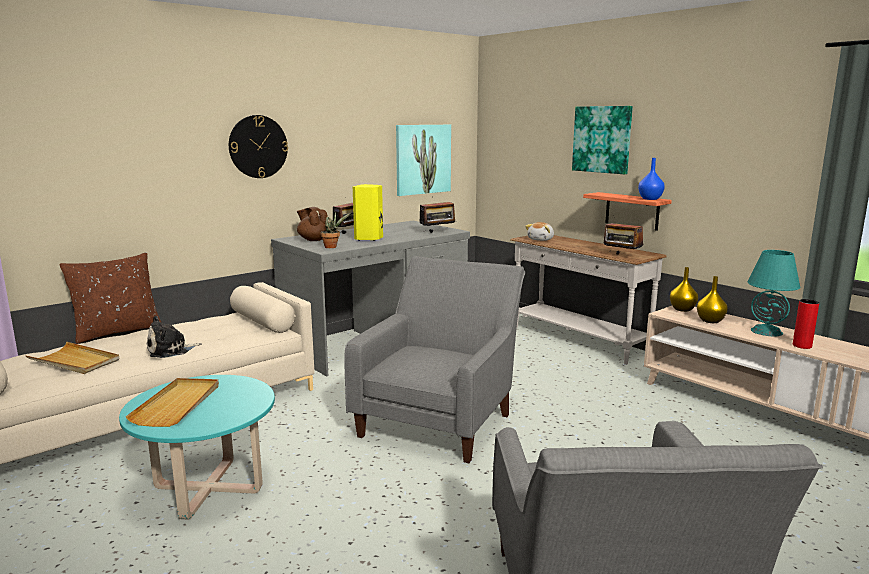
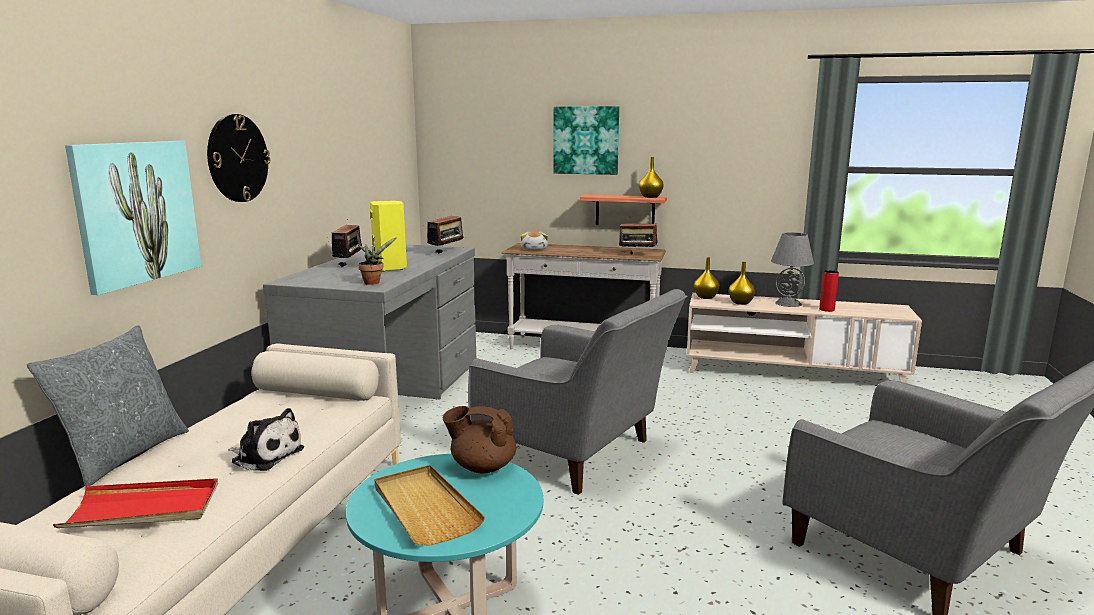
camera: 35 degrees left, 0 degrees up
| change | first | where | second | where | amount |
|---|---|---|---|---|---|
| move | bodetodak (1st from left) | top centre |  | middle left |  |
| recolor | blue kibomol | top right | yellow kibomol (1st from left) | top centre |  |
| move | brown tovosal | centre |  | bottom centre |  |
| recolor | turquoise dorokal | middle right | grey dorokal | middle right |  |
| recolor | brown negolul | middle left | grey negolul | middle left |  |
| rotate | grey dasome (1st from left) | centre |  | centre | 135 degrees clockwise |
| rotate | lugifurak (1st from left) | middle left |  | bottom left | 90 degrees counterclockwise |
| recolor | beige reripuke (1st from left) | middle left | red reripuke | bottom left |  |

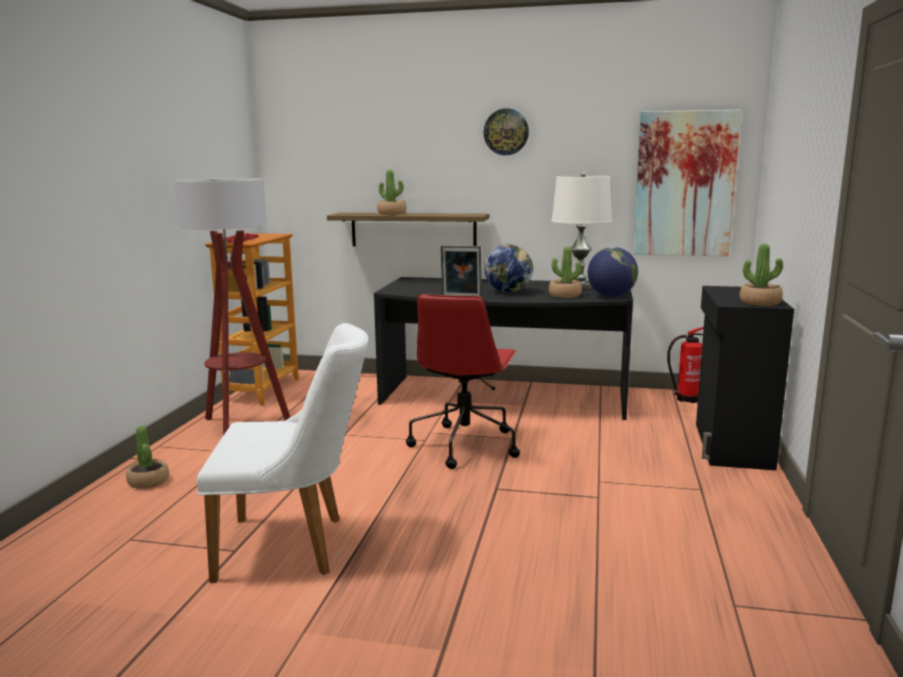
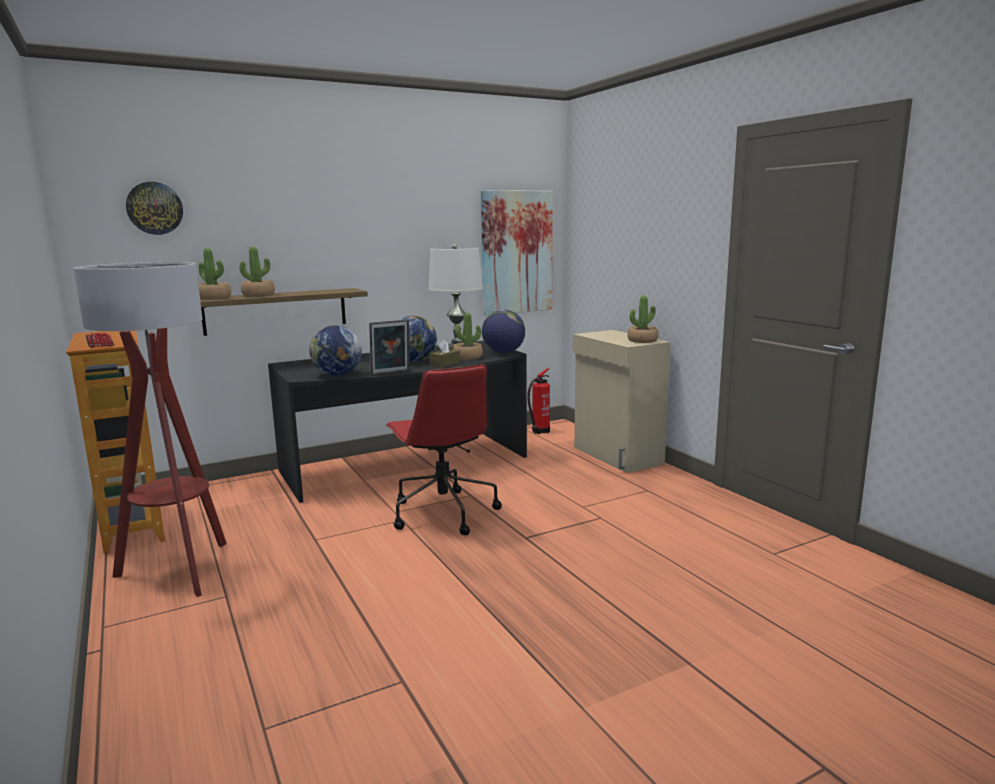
camera: 40 degrees left, 0 degrees up
| change | first | where | second | where | amount |
|---|---|---|---|---|---|
| move | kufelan | top centre |  | top left |  |
| recolor | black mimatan | middle right | beige mimatan | centre |  |
| delete | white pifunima | bottom left |  |  |  |
| move | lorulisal (1st from left) | bottom left |  | middle left |  |
| insert |  |  | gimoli (1st from left) | centre |  |
| insert |  |  | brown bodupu | centre |  |

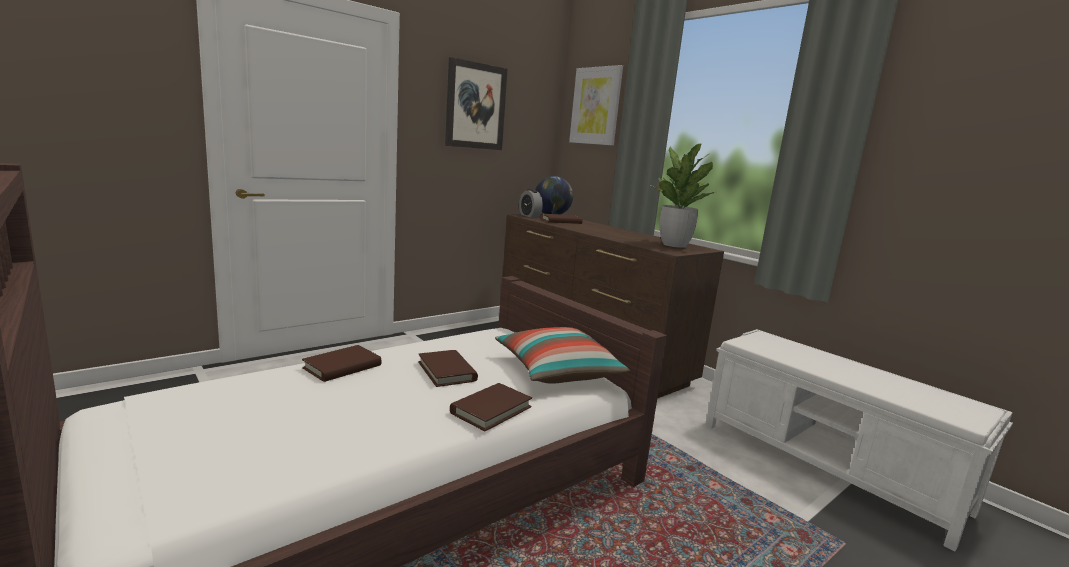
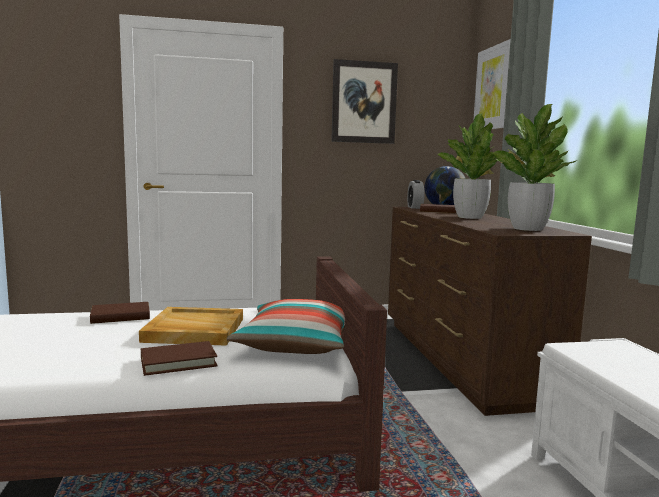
camera: 30 degrees right, 5 degrees down
| change | first | where | second | where | amount |
|---|---|---|---|---|---|
| replace | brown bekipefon (2nd from left) | centre | beige reripuke | middle left |  |
| insert |  |  | lorulisal (1st from left) | middle right |  |

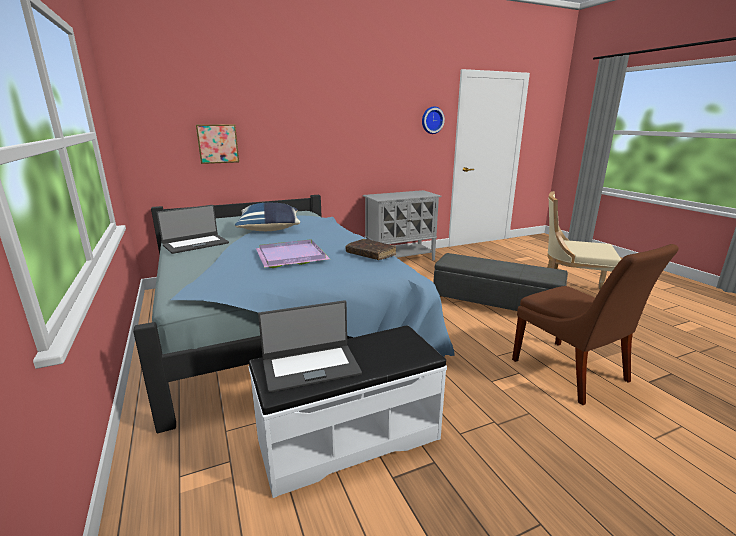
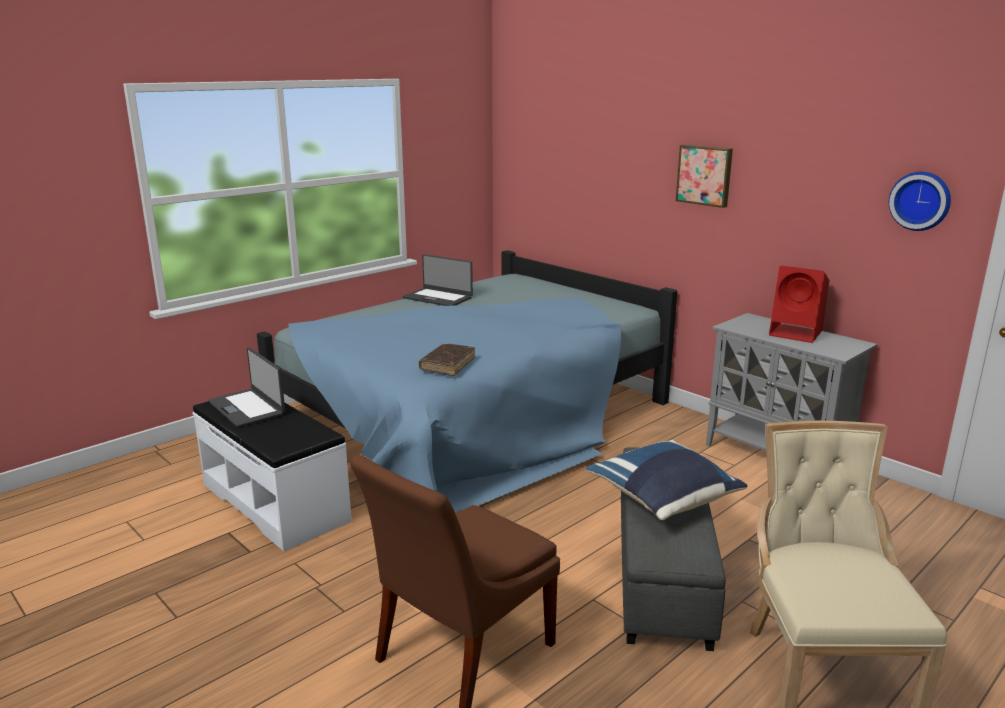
camera: 70 degrees right, 0 degrees up
| change | first | where | second | where | amount |
|---|---|---|---|---|---|
| move | bodetodak | top left |  | top right |  |
| move | blue negolul | centre |  | bottom centre |  |
| delete | purple reripuke | centre |  |  |  |
| insert |  |  | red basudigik | middle right |  |

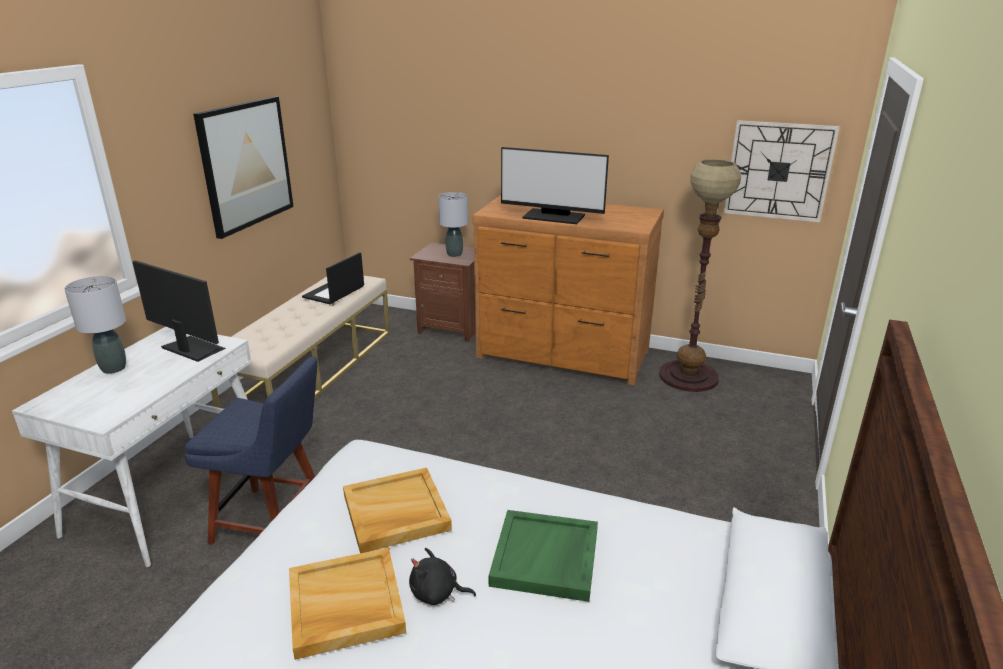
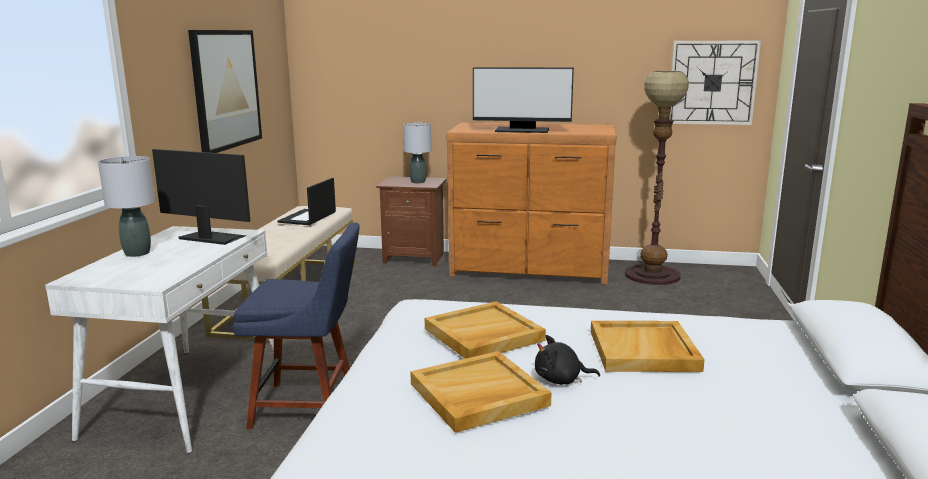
camera: 10 degrees left, 10 degrees down
| change | first | where | second | where | amount |
|---|---|---|---|---|---|
| recolor | green reripuke | bottom centre | beige reripuke (3rd from left) | bottom right |  |

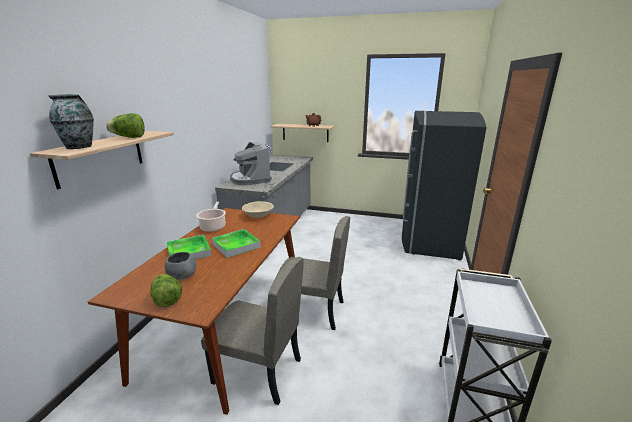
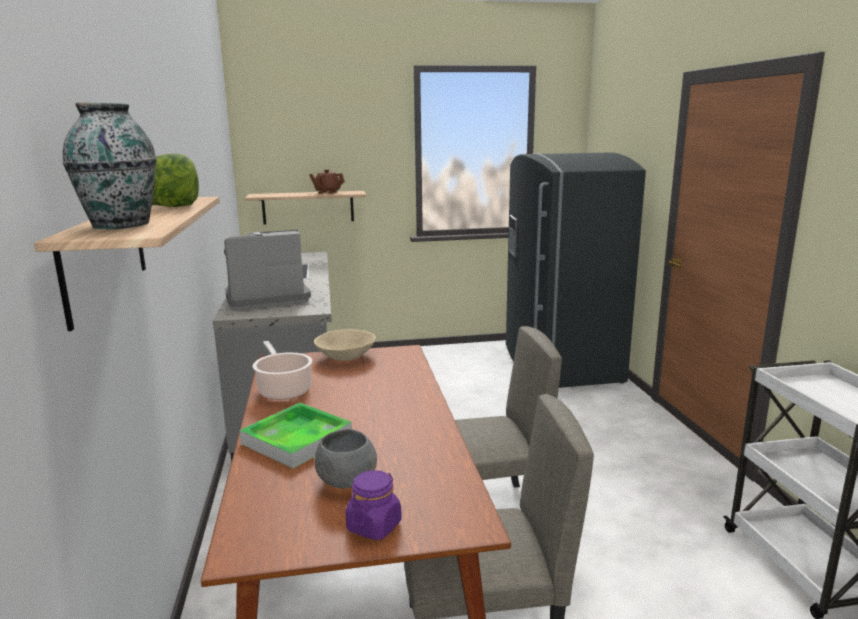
camera: 25 degrees left, 5 degrees down
| change | first | where | second | where | amount |
|---|---|---|---|---|---|
| rotate | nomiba | centre |  | middle left | 120 degrees clockwise |
| delete | reripuke (2nd from left) | centre |  |  |  |
| replace | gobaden (2nd from left) | bottom left | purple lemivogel | bottom centre |  |

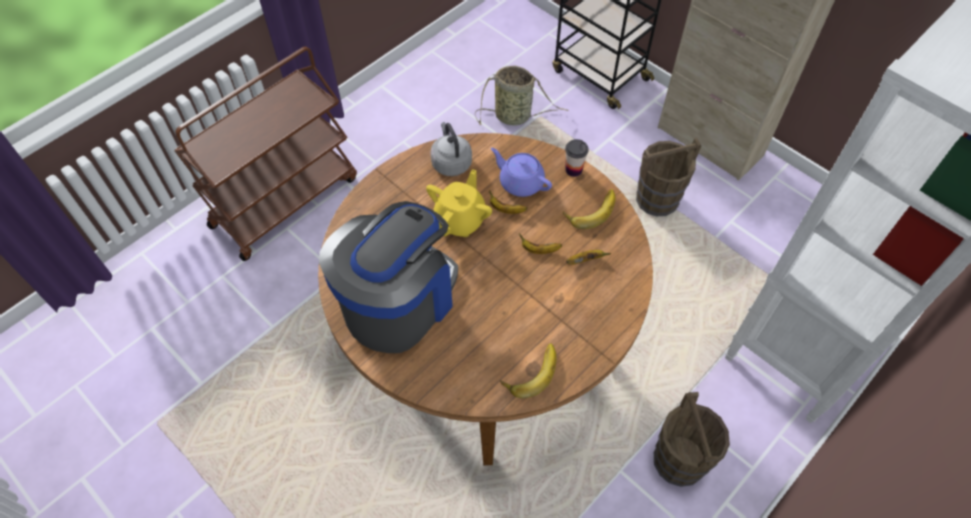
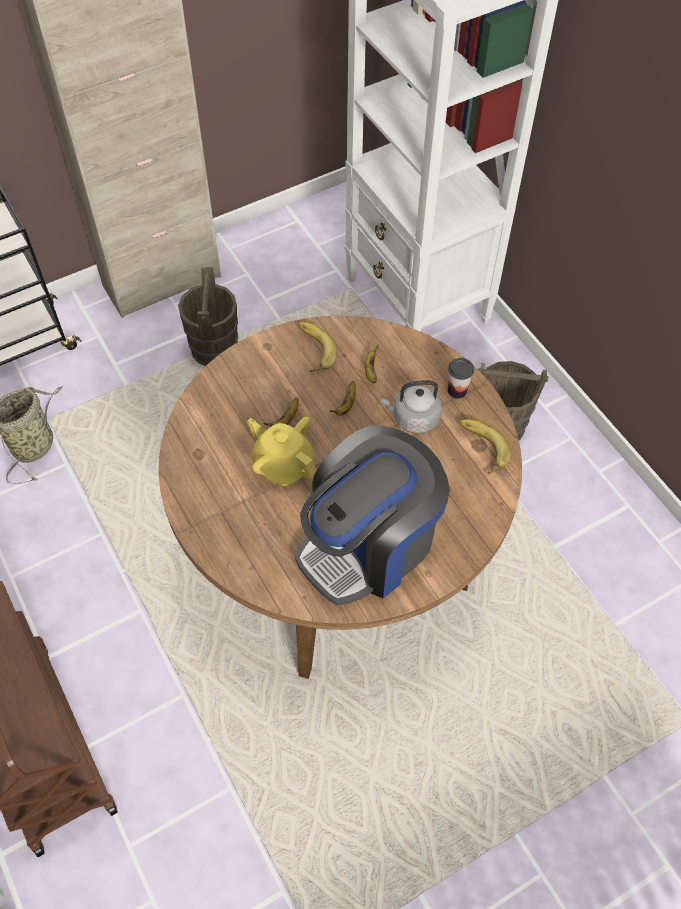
camera: 75 degrees left, 0 degrees up
| change | first | where | second | where | amount |
|---|---|---|---|---|---|
| move | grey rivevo | top centre |  | centre |  |
| move | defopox | top centre |  | middle right |  |
| delete | purple tovosal | top centre |  |  |  |
| rotate | nomiba | centre |  | centre | 90 degrees counterclockwise |

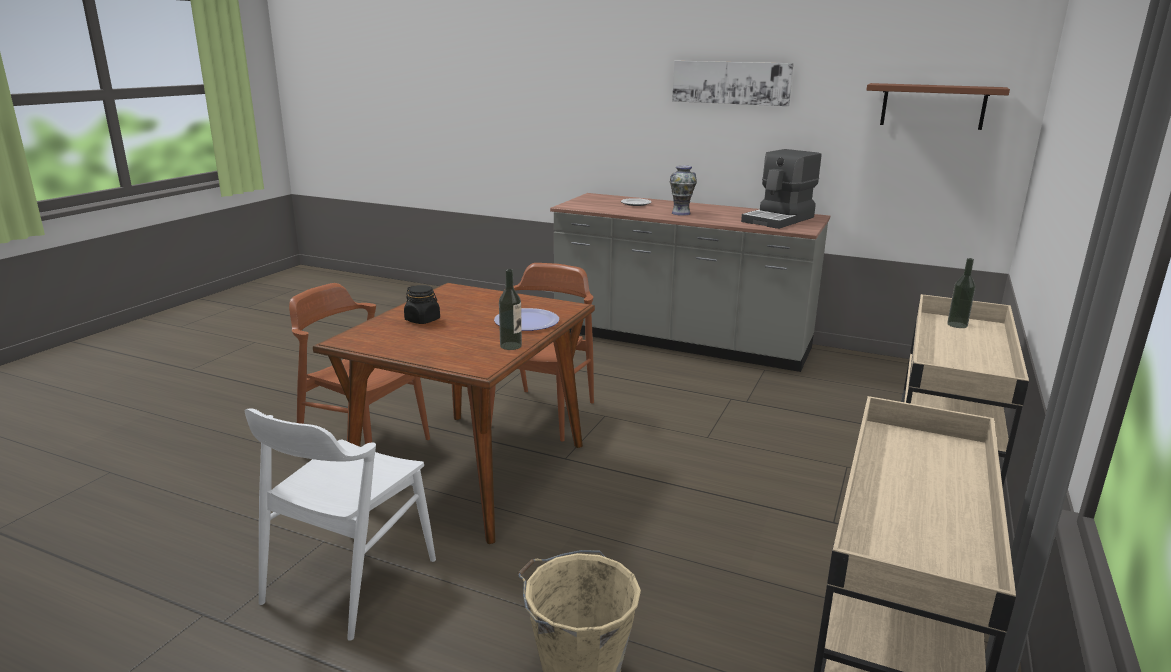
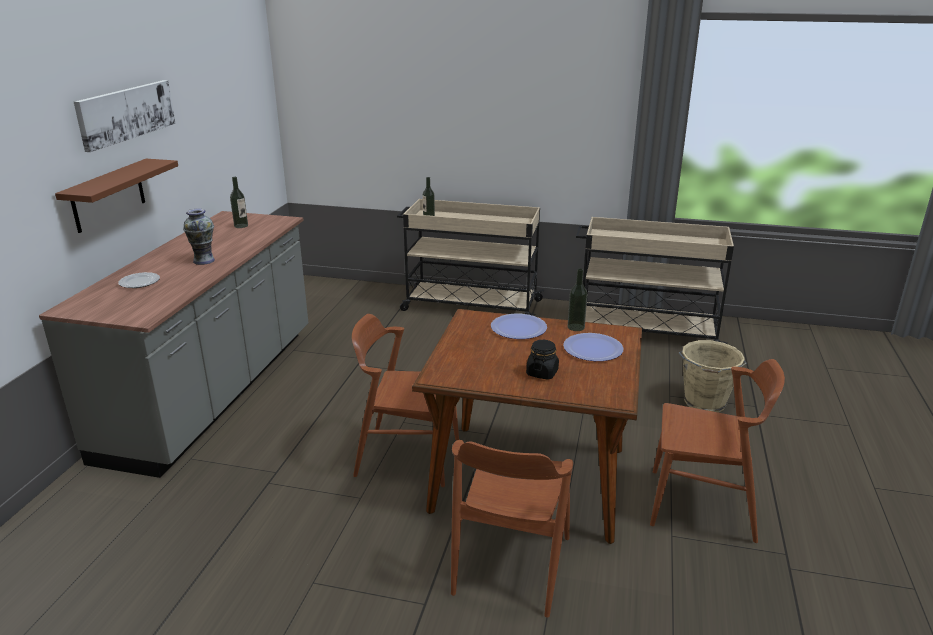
camera: 100 degrees left, 5 degrees up
| change | first | where | second | where | amount |
|---|---|---|---|---|---|
| move | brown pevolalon | top right |  | top left |  |
| replace | nomiba | top right | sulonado (1st from left) | top left |  |
| recolor | white pifunima | bottom left | brown pifunima (3rd from left) | bottom right |  |
| insert |  |  | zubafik (3rd from left) | centre |  |

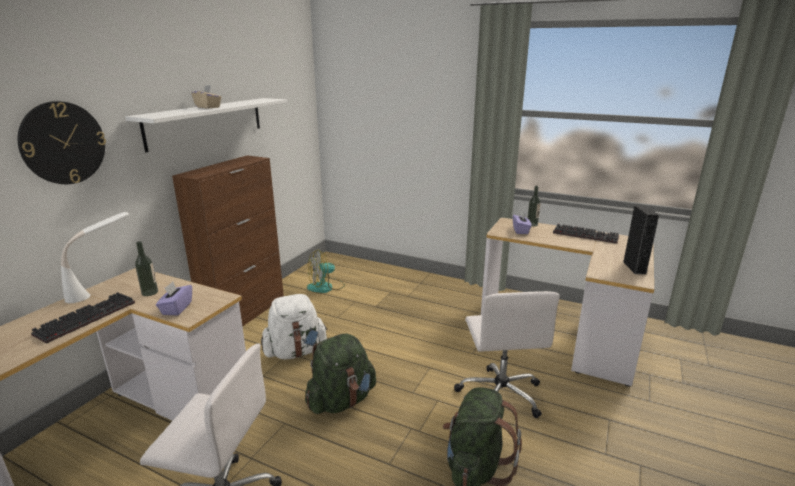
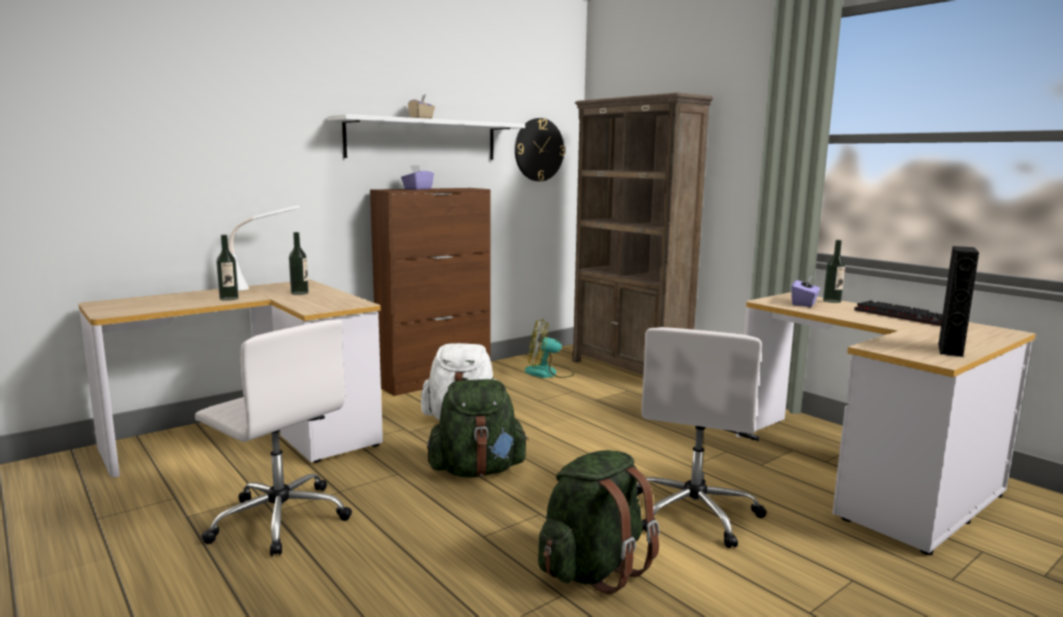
camera: 25 degrees right, 10 degrees down
| change | first | where | second | where | amount |
|---|---|---|---|---|---|
| move | kufelan | top left |  | top centre |  |
| move | purple bodupu (1st from left) | middle left |  | top centre |  |
| replace | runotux (1st from left) | middle left | sulonado (1st from left) | middle left |  |
| insert |  |  | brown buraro | centre |  |

